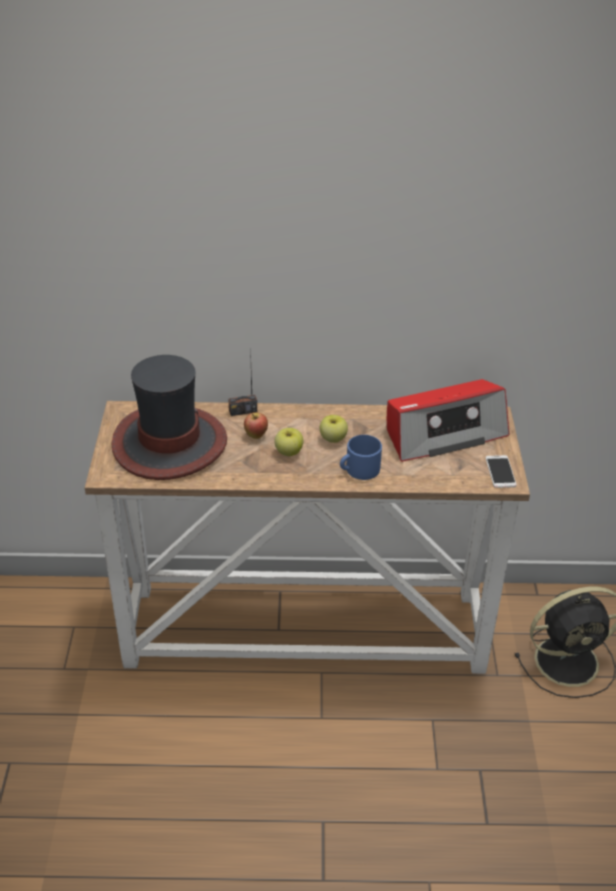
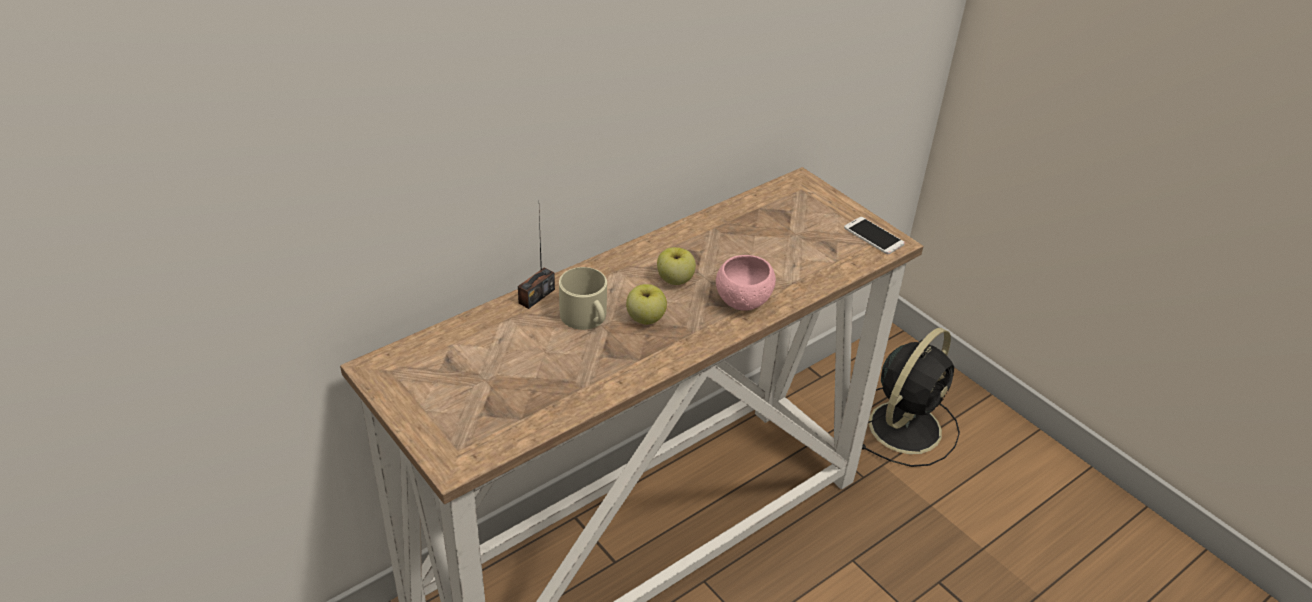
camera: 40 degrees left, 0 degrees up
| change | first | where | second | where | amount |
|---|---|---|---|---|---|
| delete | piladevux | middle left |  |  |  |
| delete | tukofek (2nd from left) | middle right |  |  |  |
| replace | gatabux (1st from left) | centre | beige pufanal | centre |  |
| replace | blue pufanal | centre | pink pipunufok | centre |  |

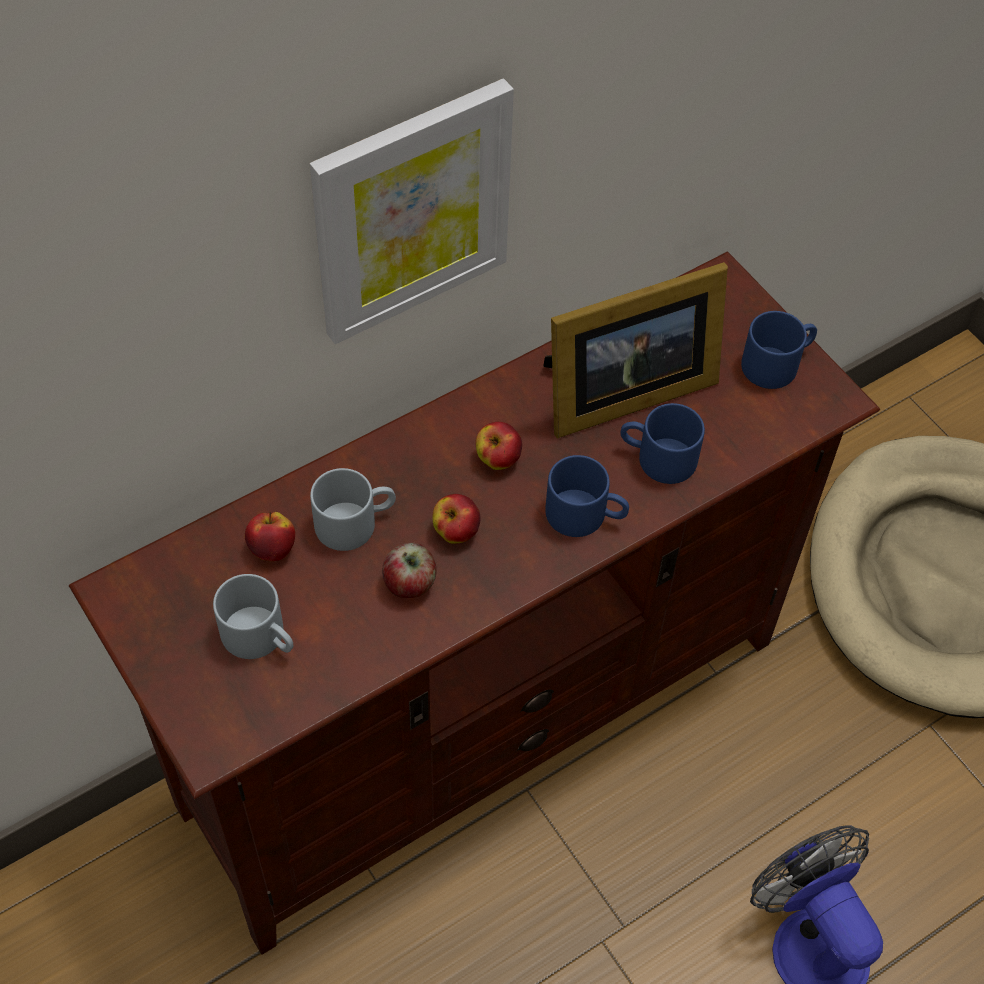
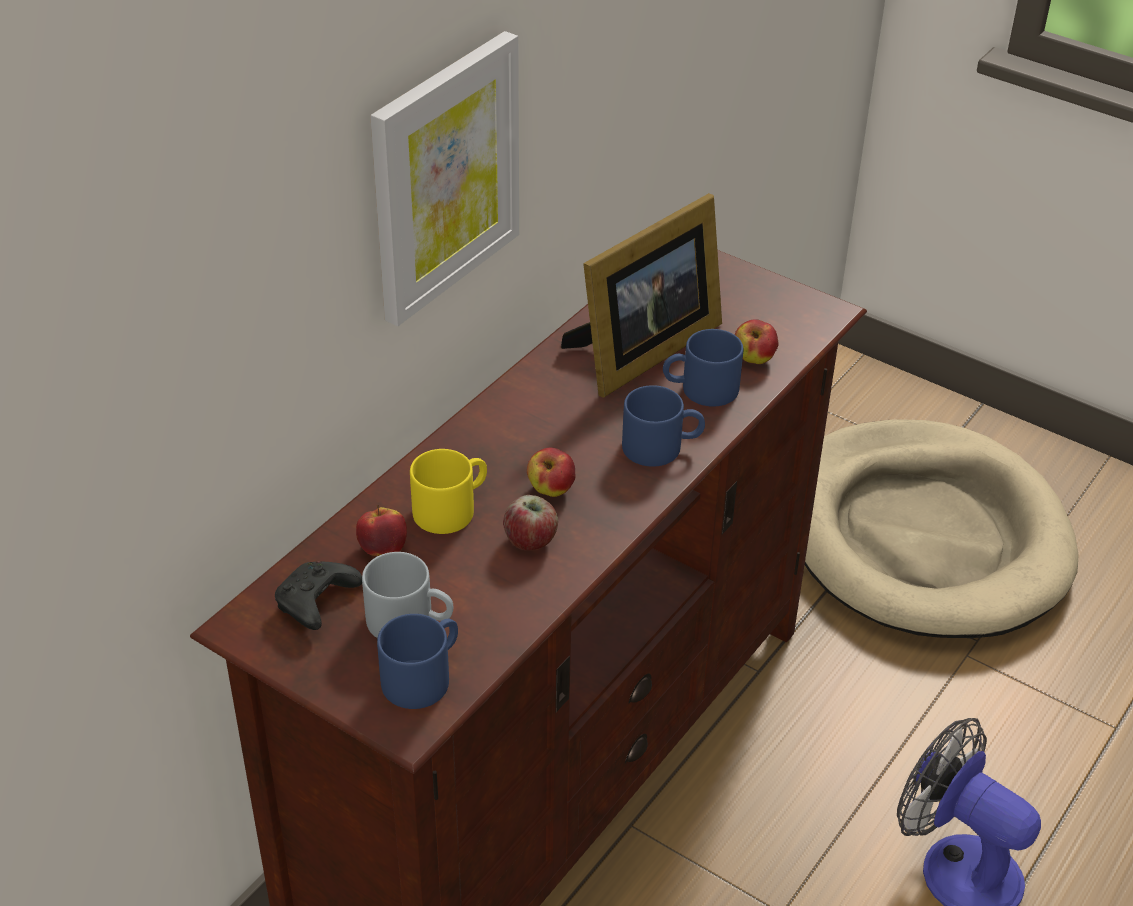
camera: 20 degrees left, 15 degrees down
| change | first | where | second | where | amount |
|---|---|---|---|---|---|
| move | blue pufanal (3rd from left in the first image) | middle right | blue pufanal (1st from left) | bottom centre |  |
| move | gatabux (4th from left) | centre |  | middle right |  |
| recolor | grey pufanal (2nd from left) | centre | yellow pufanal | centre |  |
| insert |  |  | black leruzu | middle left |  |

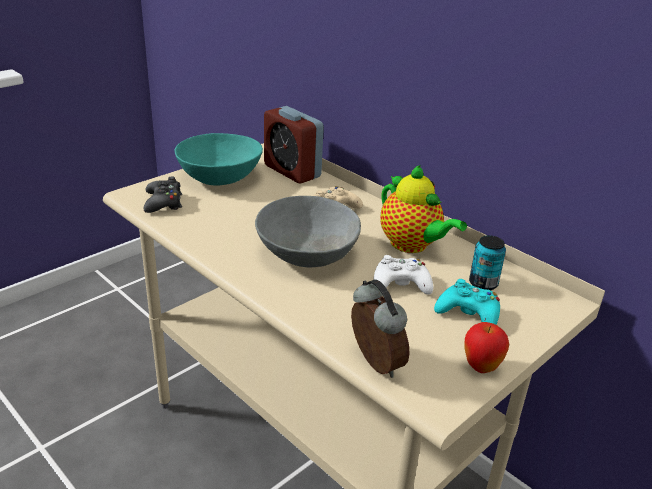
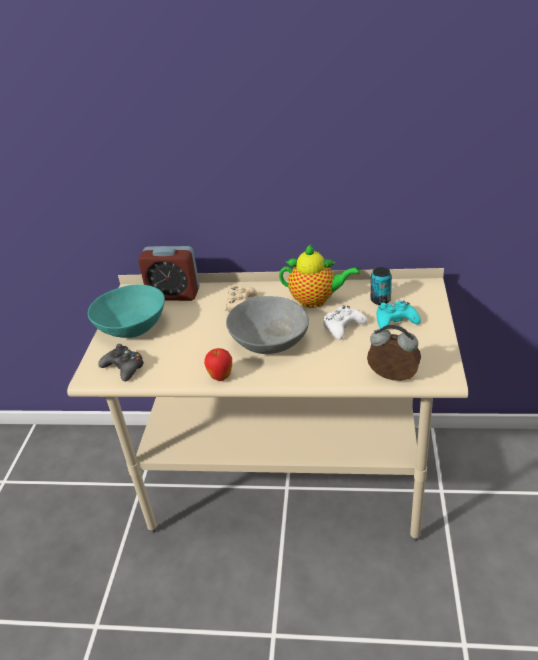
camera: 35 degrees left, 5 degrees up
| change | first | where | second | where | amount |
|---|---|---|---|---|---|
| move | gatabux | bottom right |  | centre |  |

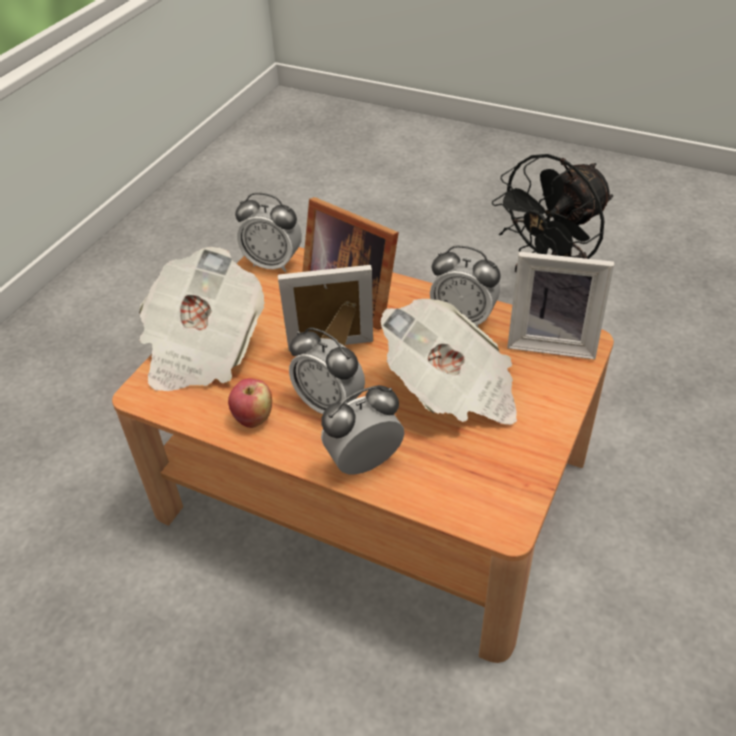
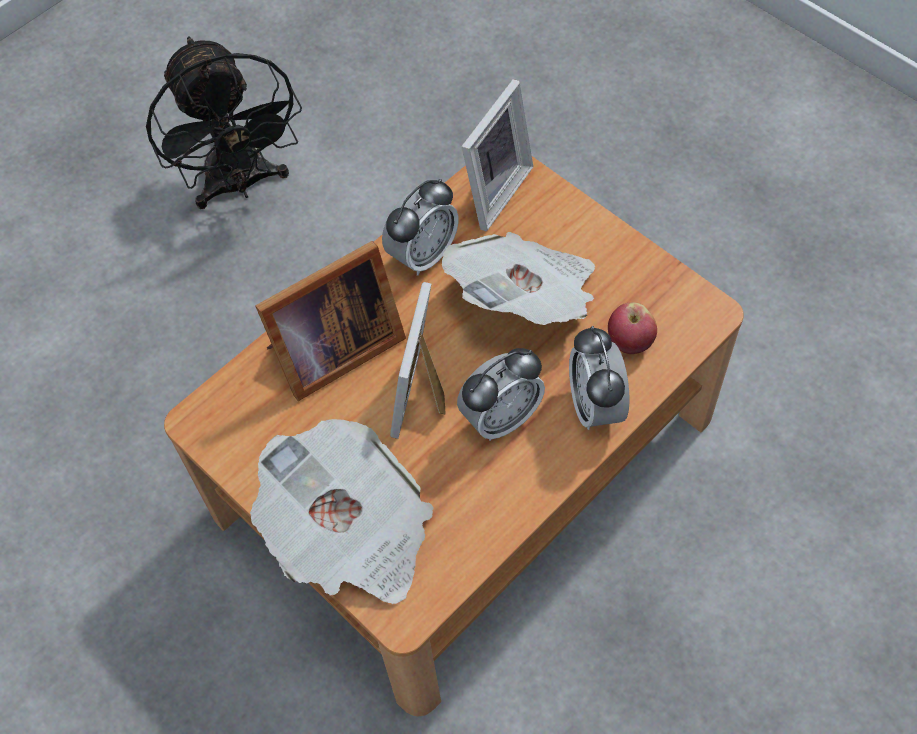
camera: 70 degrees left, 15 degrees up
| change | first | where | second | where | amount |
|---|---|---|---|---|---|
| delete | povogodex (1st from left) | top centre |  |  |  |
| move | gatabux | centre |  | middle right |  |

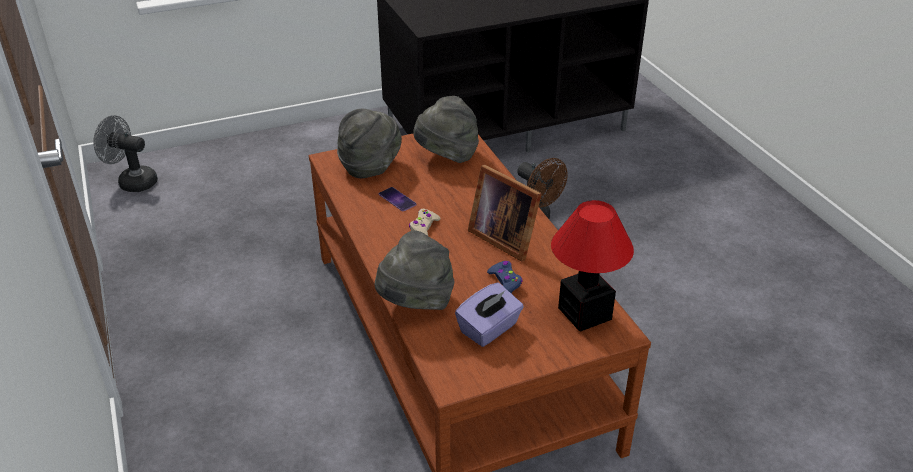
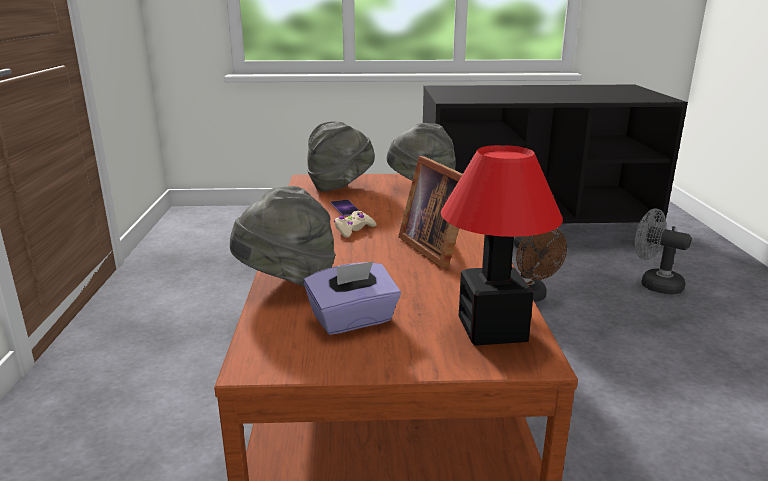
camera: 20 degrees right, 15 degrees down
| change | first | where | second | where | amount |
|---|---|---|---|---|---|
| move | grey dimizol | top left |  | middle right |  |
| delete | blue leruzu | centre |  |  |  |

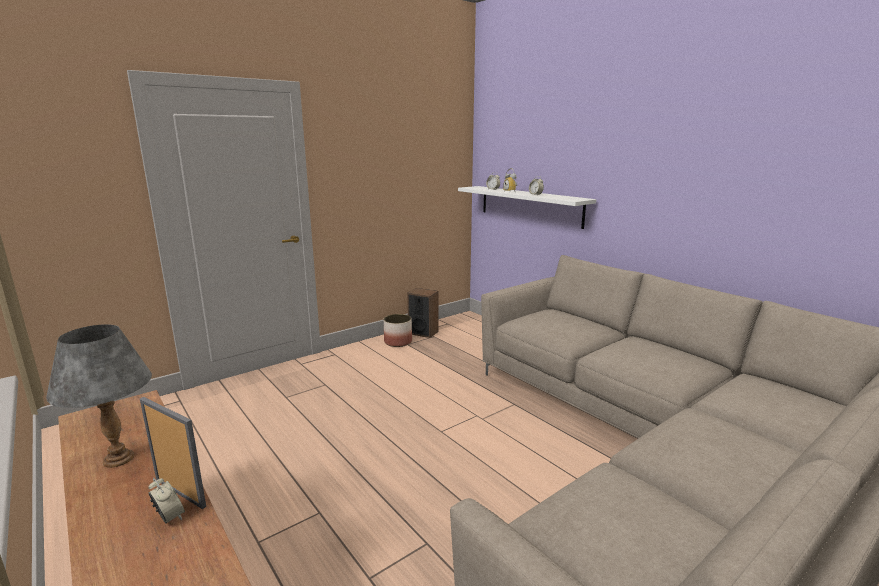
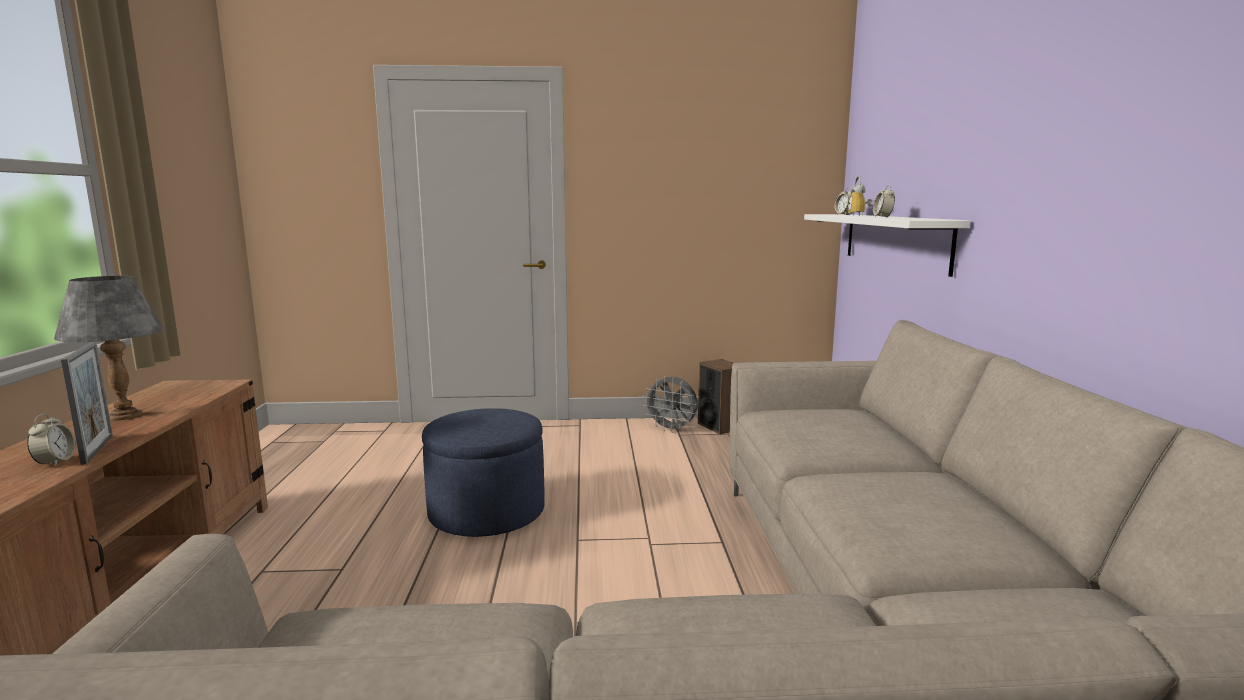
camera: 35 degrees right, 5 degrees down
| change | first | where | second | where | amount |
|---|---|---|---|---|---|
| replace | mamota | centre | grey dimizol | centre |  |
| insert |  |  | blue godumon | bottom centre |  |

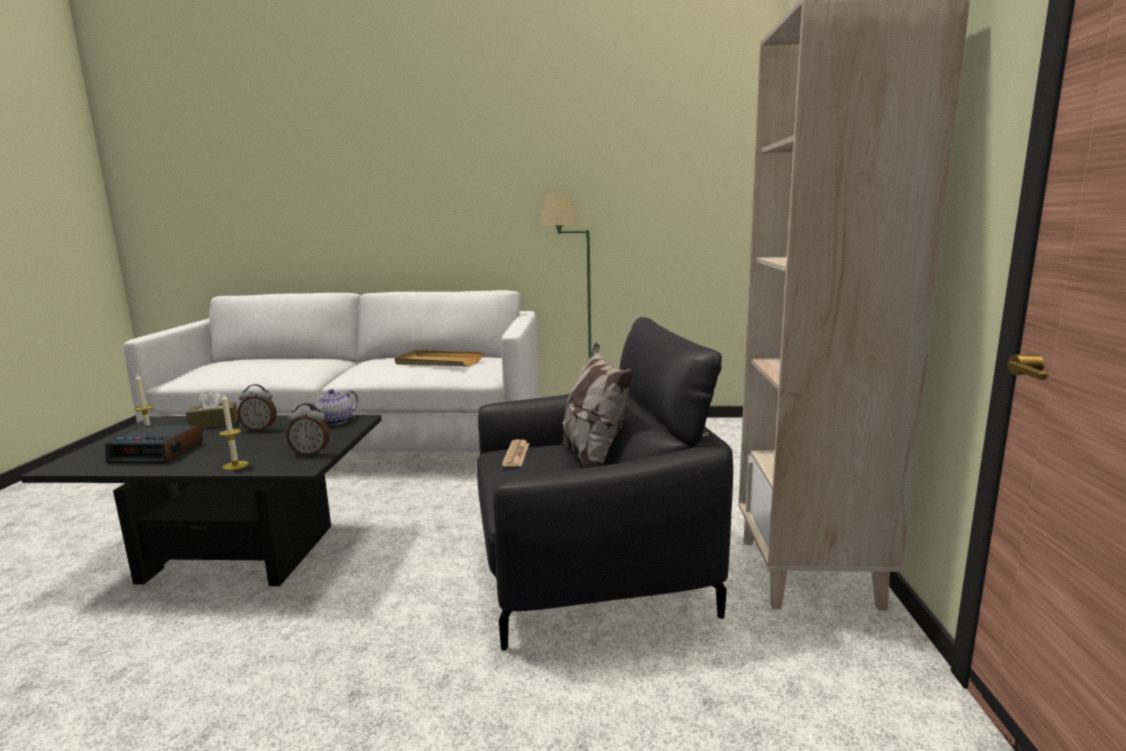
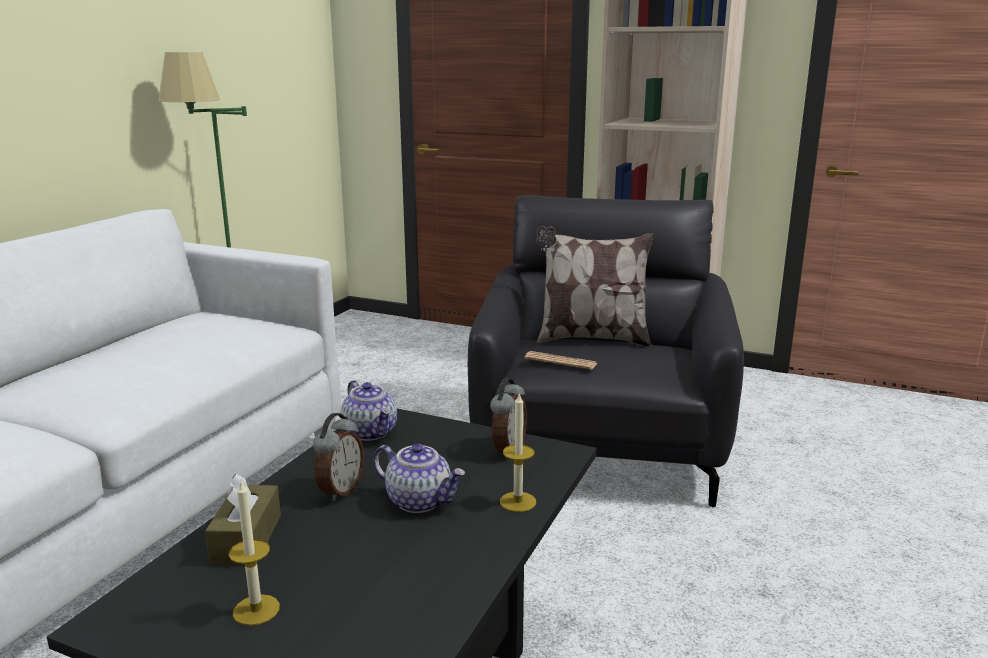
camera: 70 degrees left, 5 degrees up
| change | first | where | second | where | amount |
|---|---|---|---|---|---|
| delete | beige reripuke | centre |  |  |  |
| delete | povogodex (1st from left) | middle left |  |  |  |
| insert |  |  | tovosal (2nd from left) | bottom centre |  |

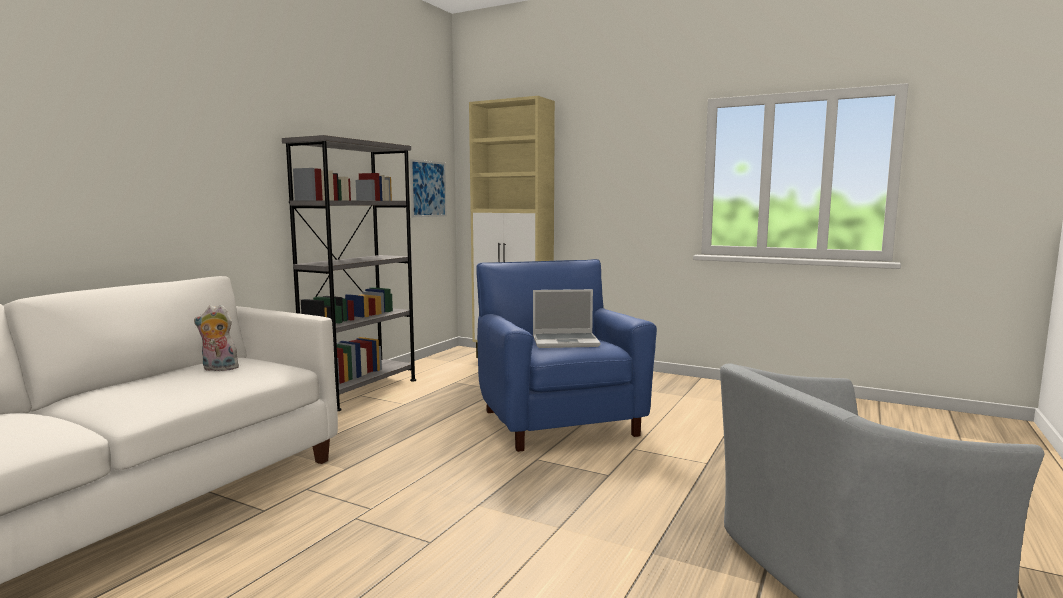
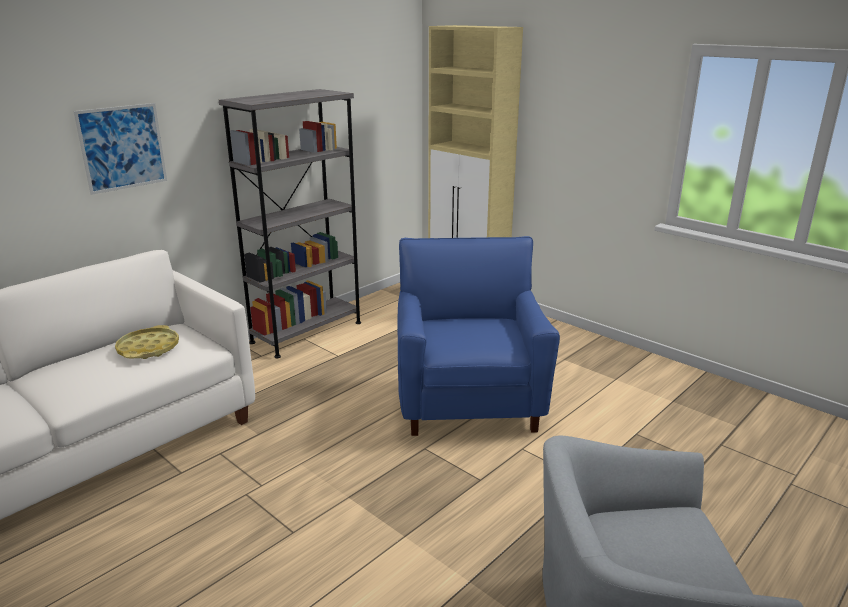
camera: 15 degrees right, 15 degrees up
| change | first | where | second | where | amount |
|---|---|---|---|---|---|
| move | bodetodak | top centre |  | top left |  |
| delete | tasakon | centre |  |  |  |
| replace | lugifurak | middle left | yellow reripuke | middle left |  |

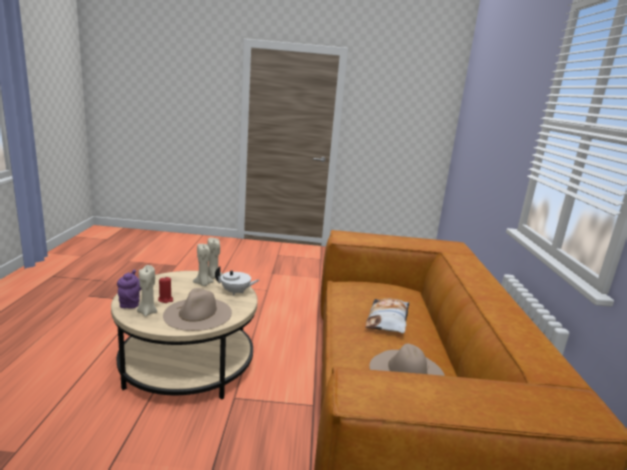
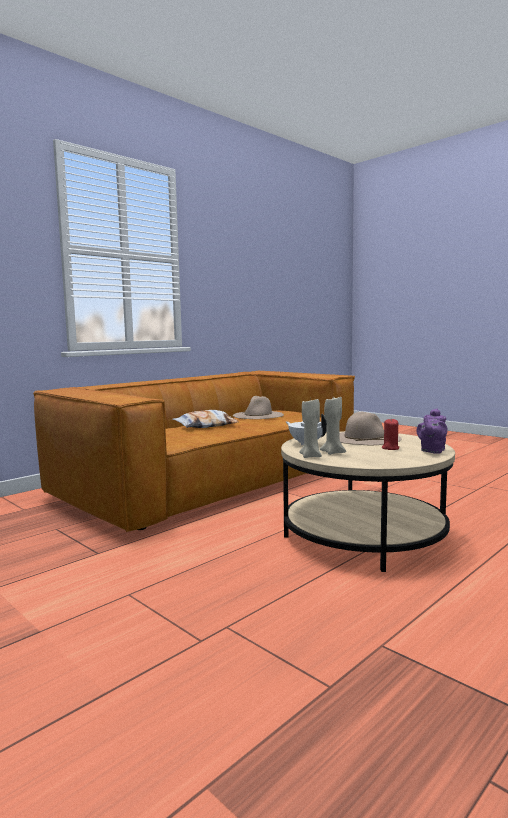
camera: 135 degrees left, 10 degrees down
| change | first | where | second | where | amount |
|---|---|---|---|---|---|
| delete | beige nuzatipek (1st from left) | middle left |  |  |  |

